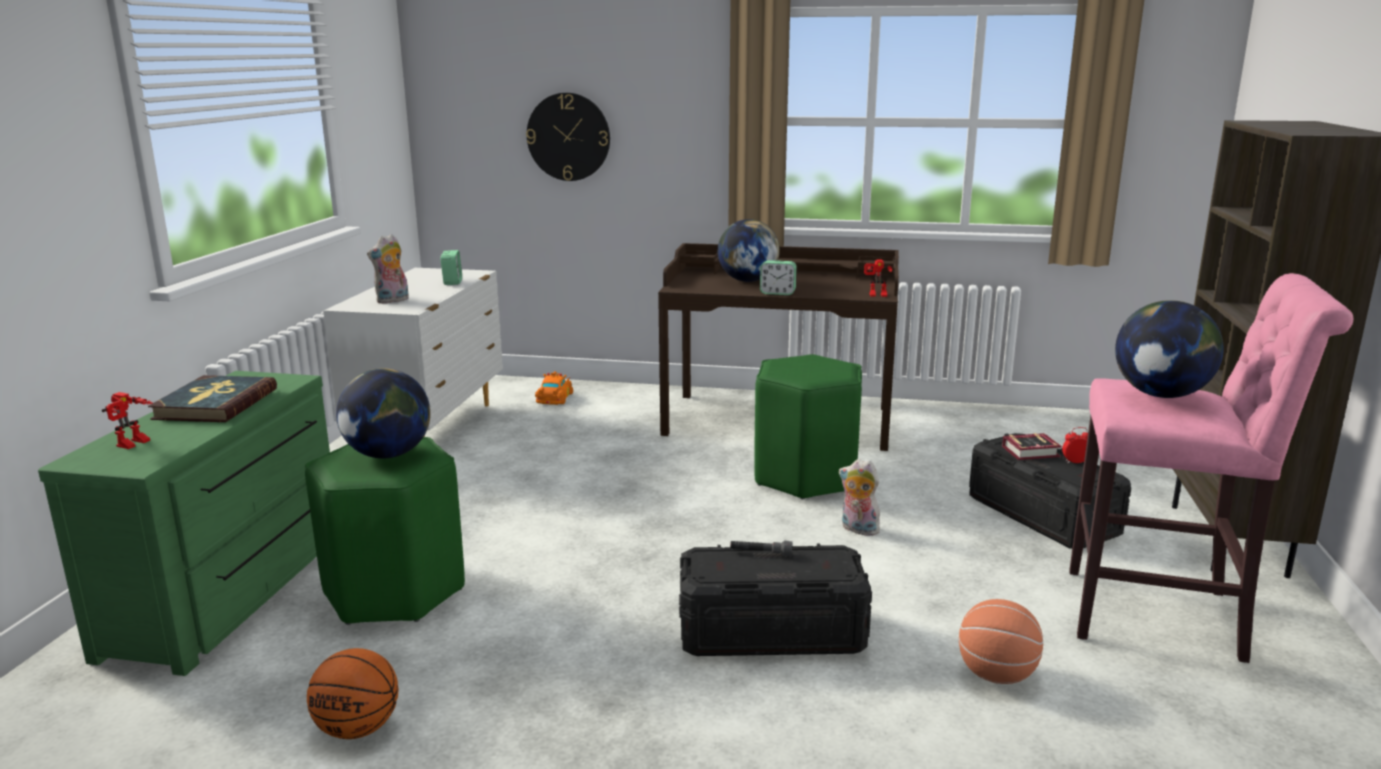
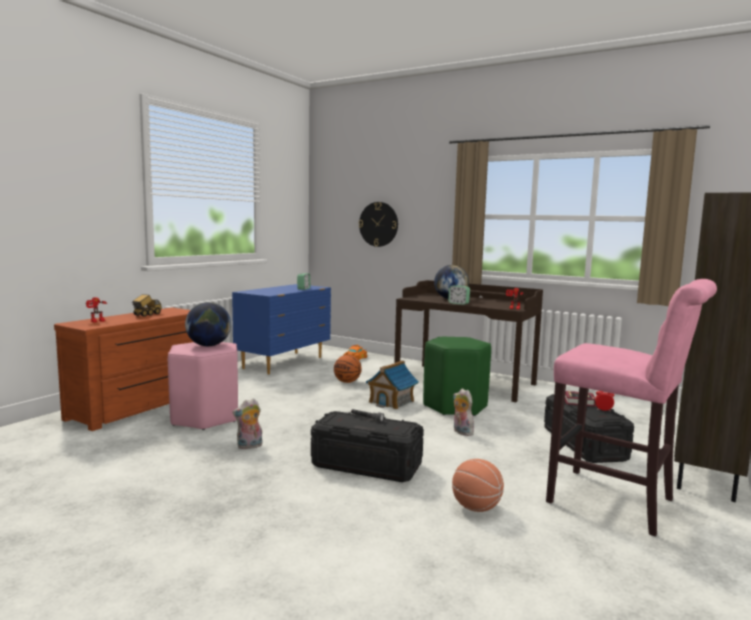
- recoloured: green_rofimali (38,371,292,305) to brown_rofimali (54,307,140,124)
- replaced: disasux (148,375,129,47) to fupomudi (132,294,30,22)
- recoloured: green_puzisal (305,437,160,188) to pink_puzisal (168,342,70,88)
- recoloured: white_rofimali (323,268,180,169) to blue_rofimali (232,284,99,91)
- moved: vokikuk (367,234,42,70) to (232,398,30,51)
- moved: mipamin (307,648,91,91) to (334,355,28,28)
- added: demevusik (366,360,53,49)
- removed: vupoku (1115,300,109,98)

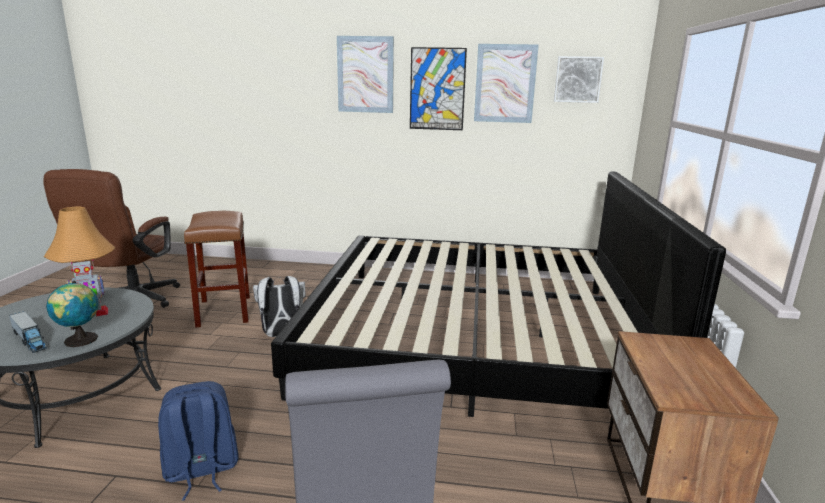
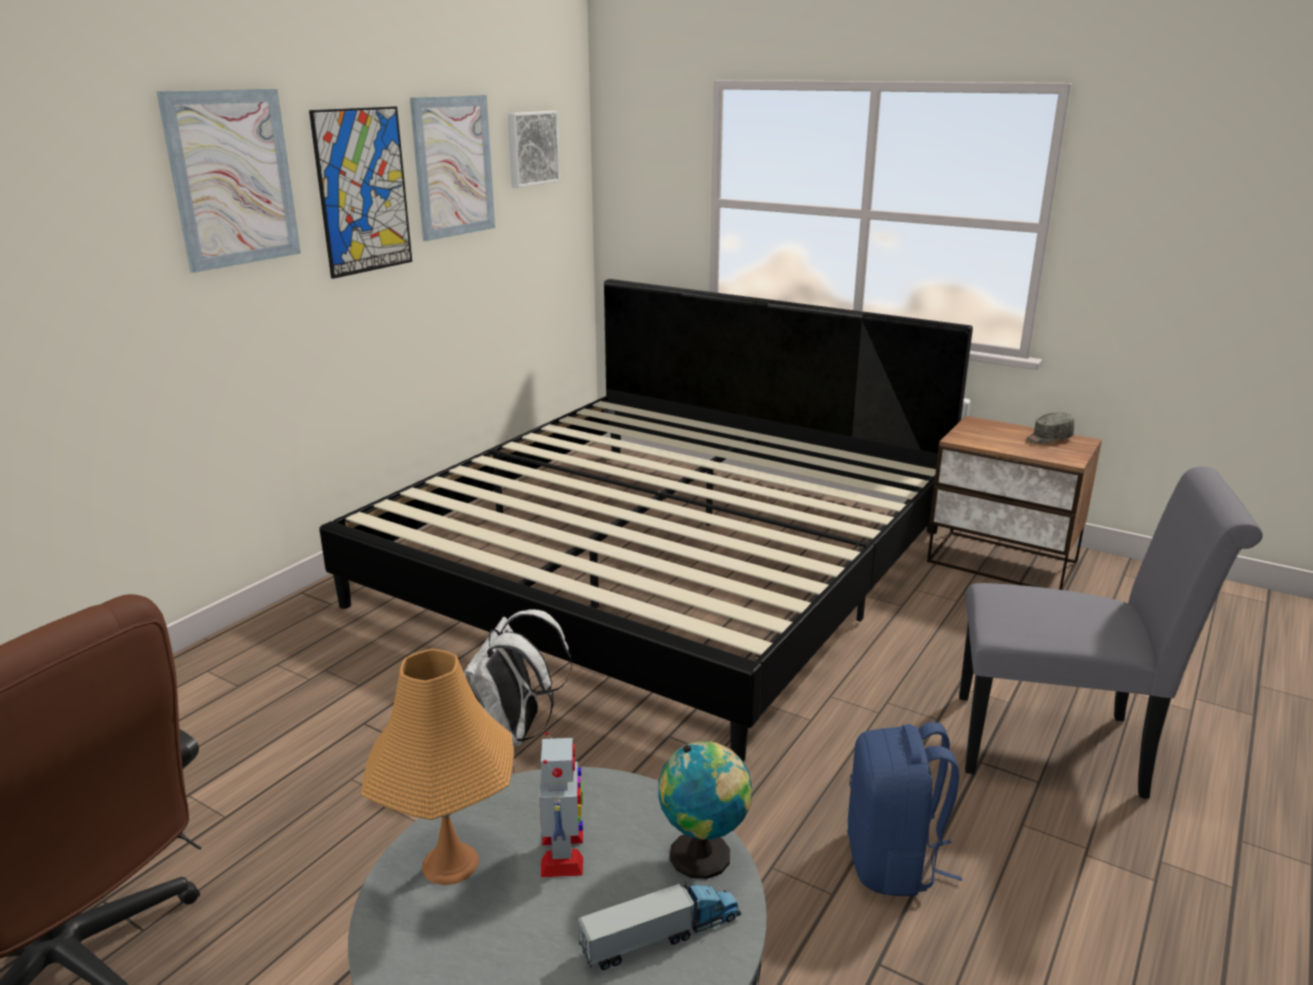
- added: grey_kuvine (1027,412,47,32)
- removed: brown_puzisal (184,211,66,117)

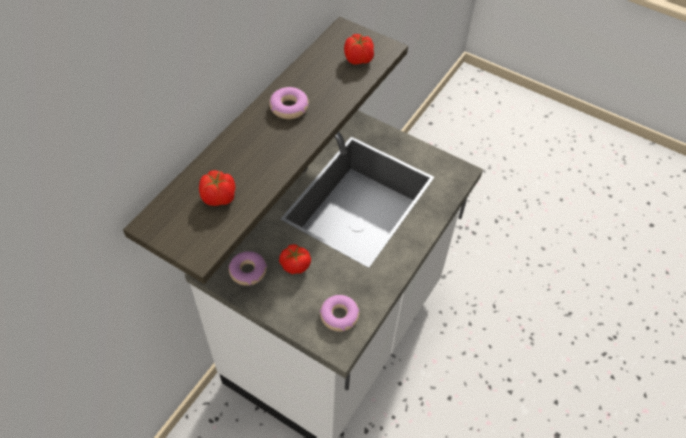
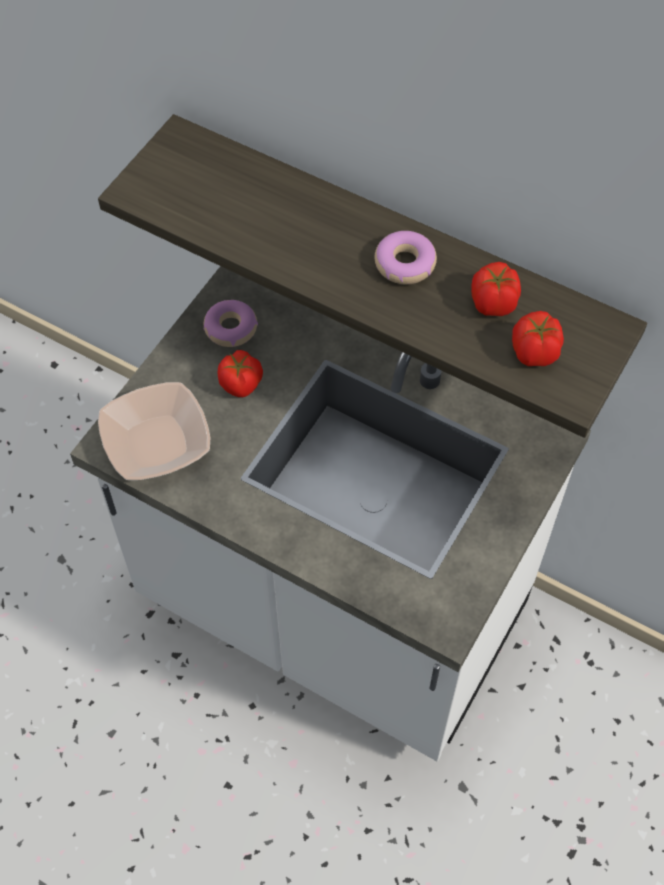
- replaced: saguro (320,295,40,37) to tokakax (98,382,112,98)
- moved: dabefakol (199,170,37,36) to (471,262,50,54)

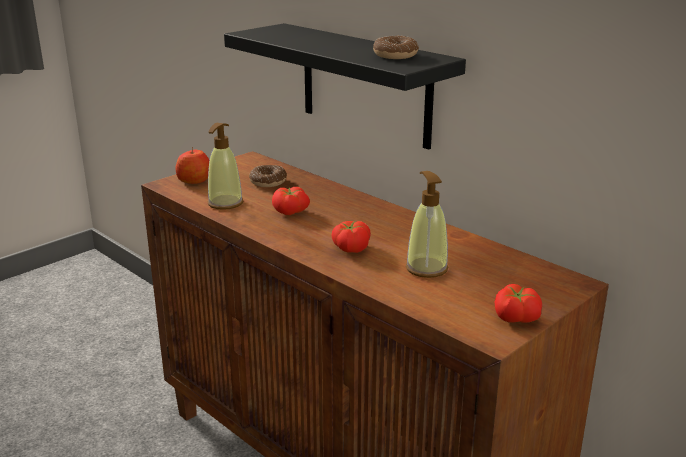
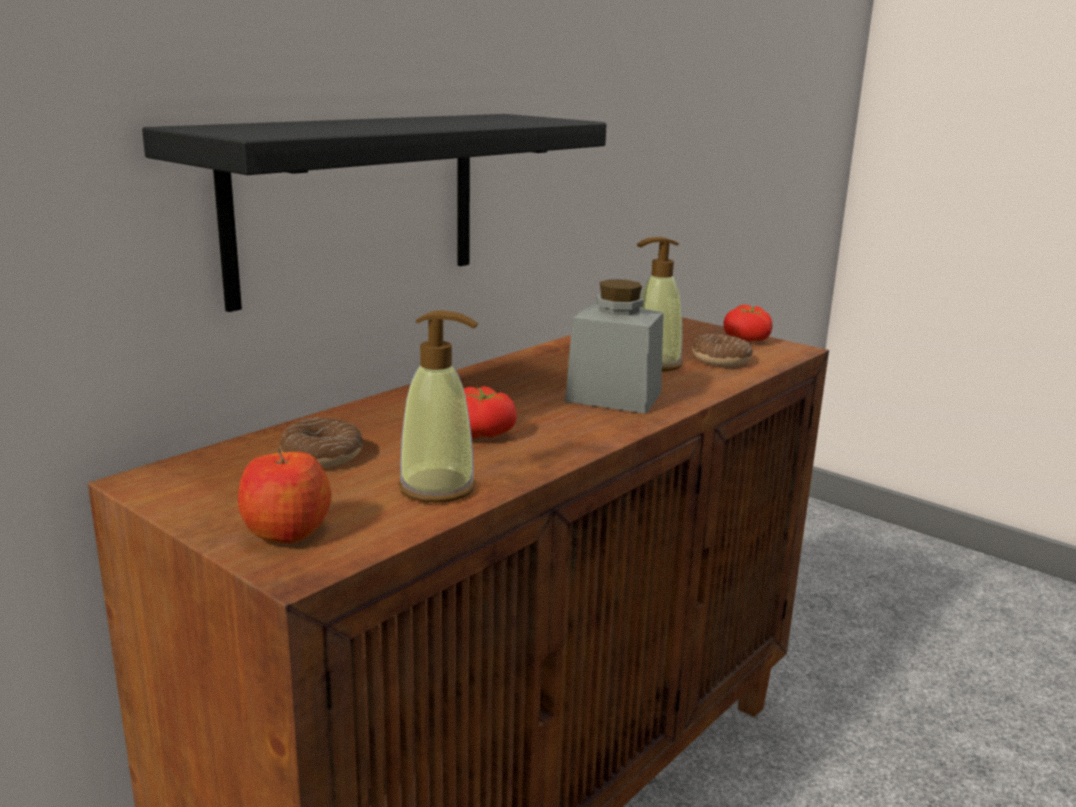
- replaced: dabefakol (332,221,39,32) to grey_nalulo (565,279,99,135)
- moved: saguro (373,36,46,23) to (692,334,61,32)

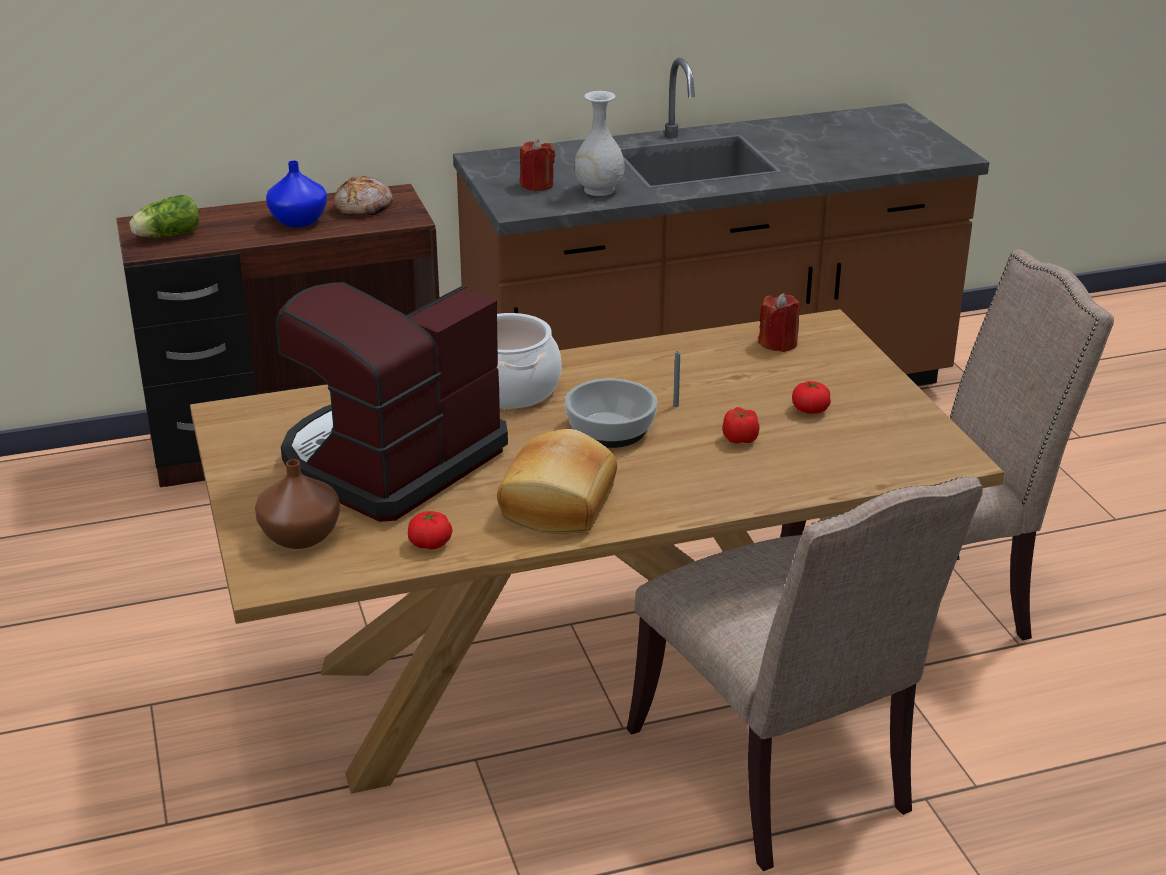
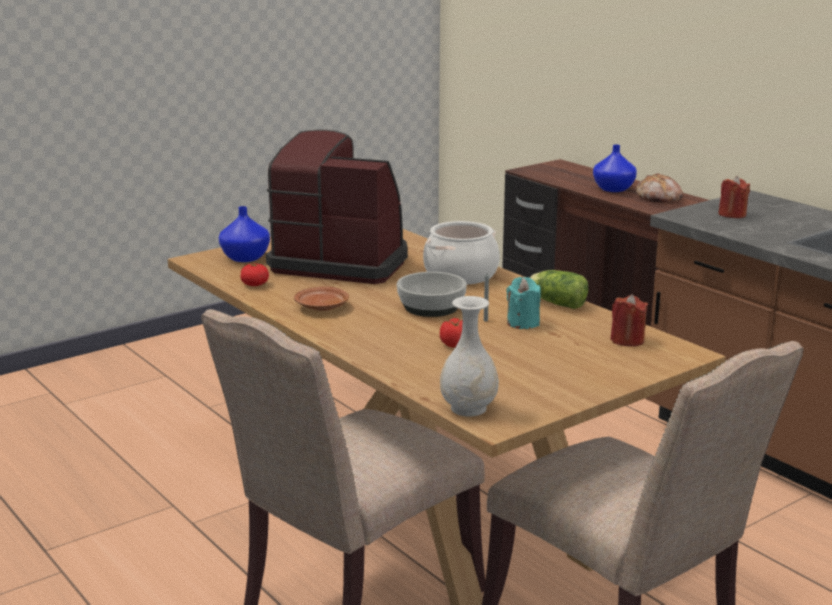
- recoloured: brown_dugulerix (255,459,85,90) to blue_dugulerix (219,206,51,56)
- replaced: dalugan (497,429,120,105) to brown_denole (294,287,55,24)
- moved: white_dugulerix (574,91,51,105) to (440,296,59,121)
- added: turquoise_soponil (506,277,35,52)
- moved: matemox (129,195,70,43) to (529,270,59,39)
- removed: dabefakol (792,381,39,33)

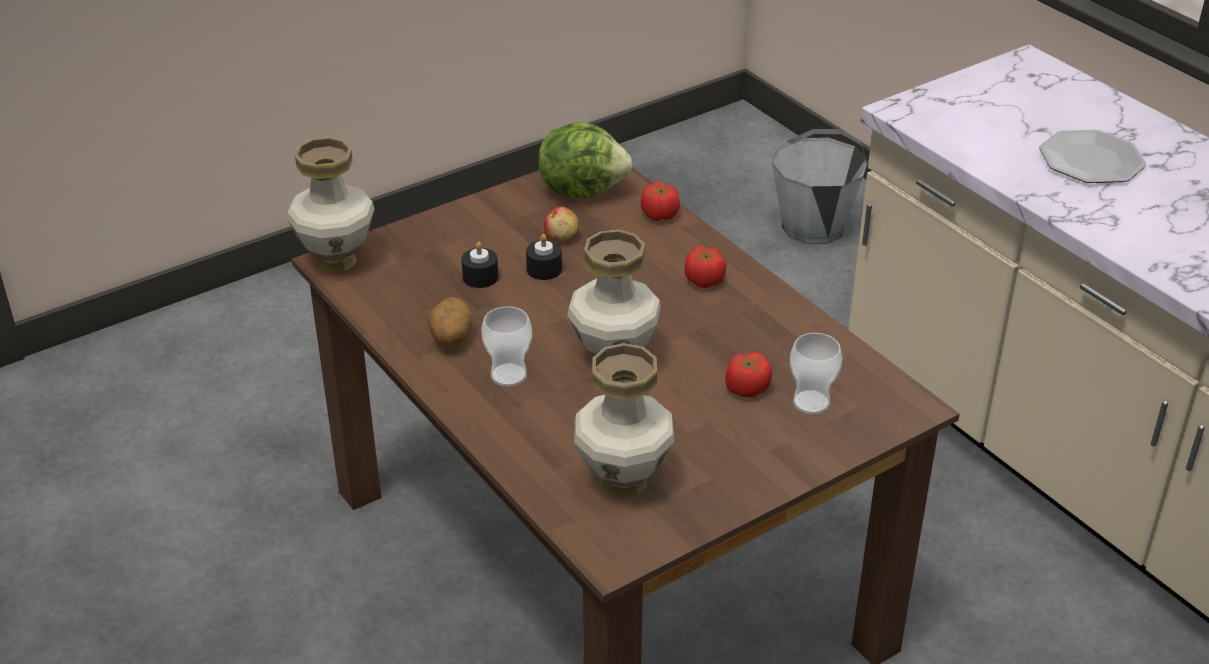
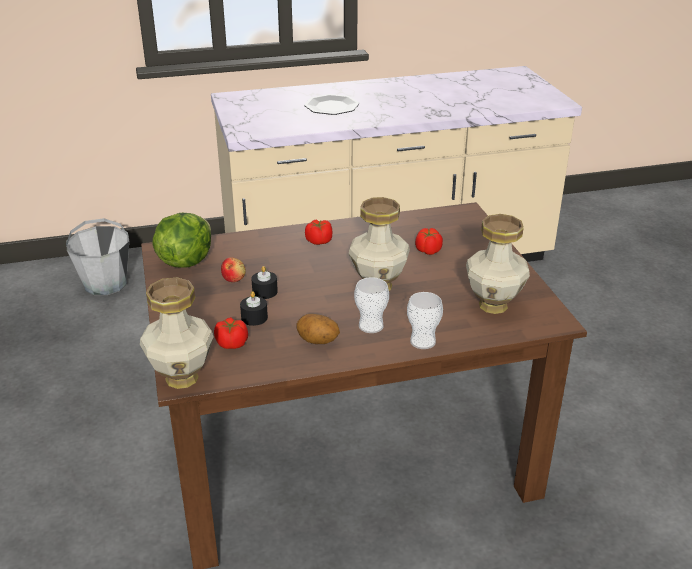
- moved: dabefakol (641,181,39,40) to (214,317,34,32)
- moved: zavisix (790,333,52,81) to (407,292,36,57)

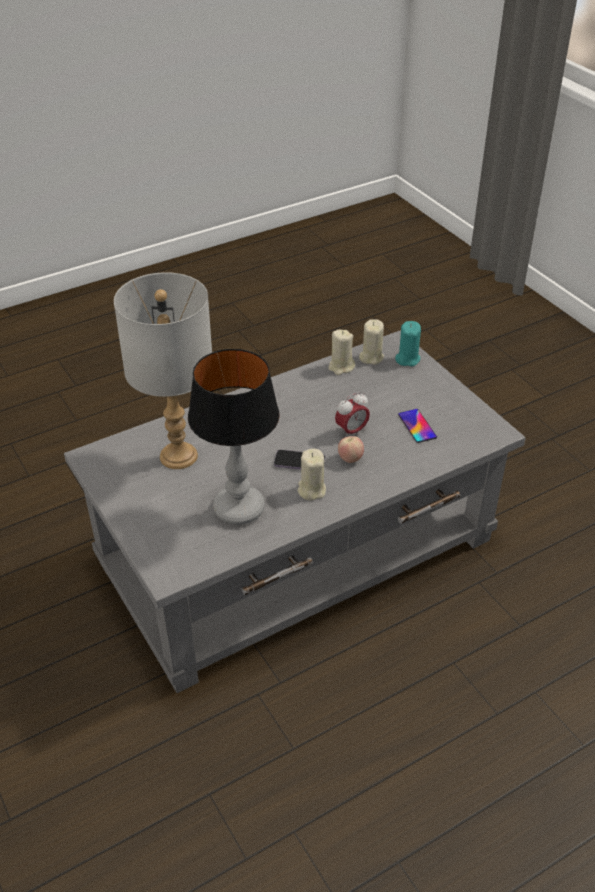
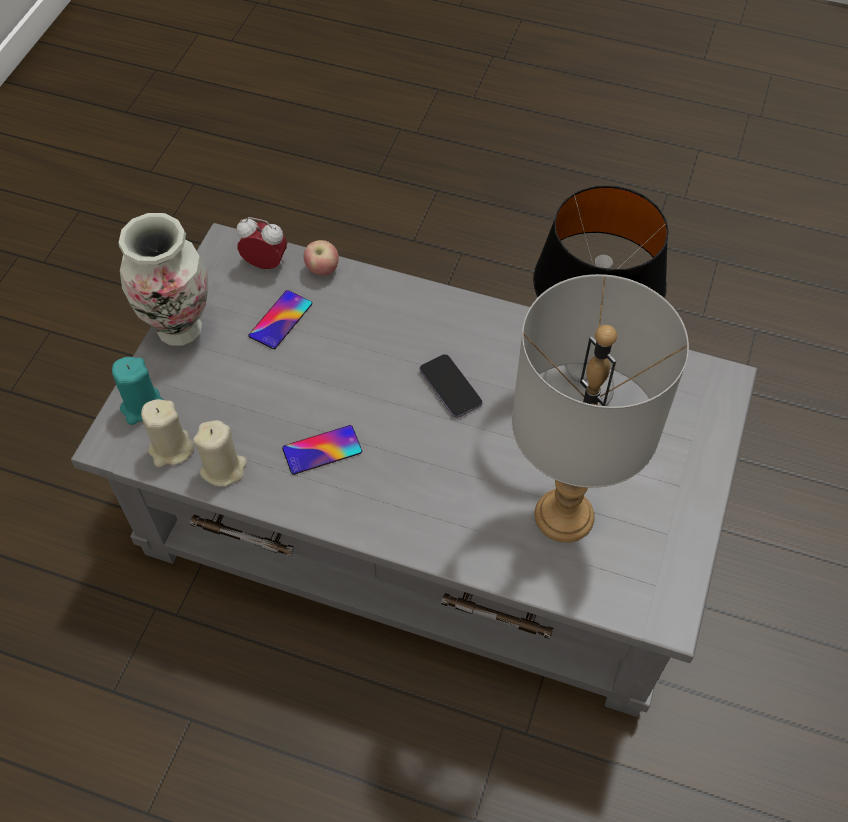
- added: dugulerix (119,213,89,133)
- moved: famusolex (335,392,35,45) to (237,217,50,52)
- added: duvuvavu (282,425,80,50)
- moved: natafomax (338,436,26,27) to (303,240,36,36)
- removed: beige_soponil (298,449,28,51)

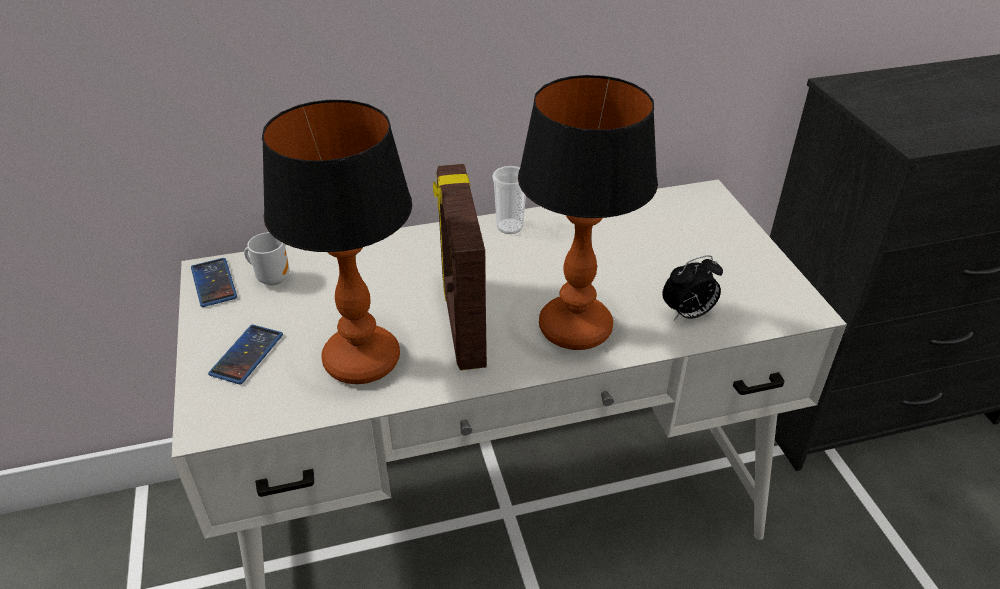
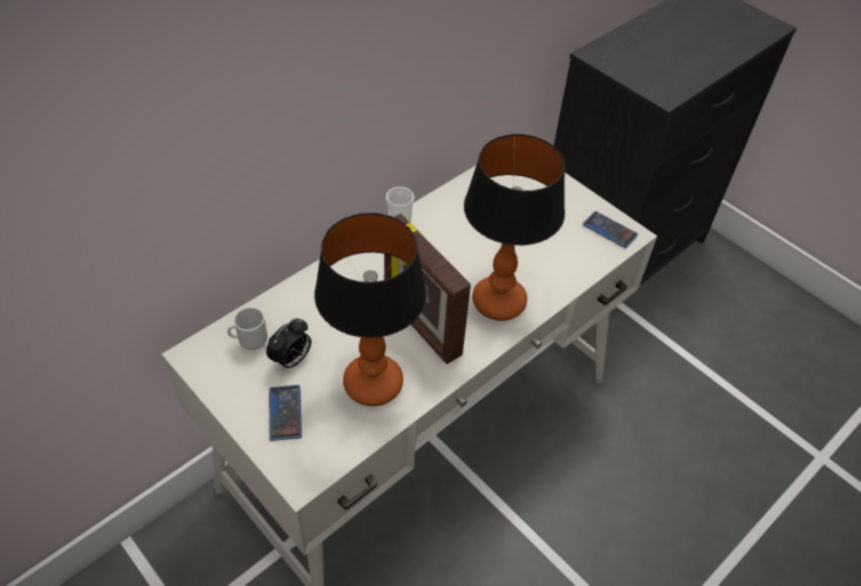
- moved: famusolex (662,255,61,65) to (266,319,45,52)
- moved: duvuvavu (191,258,46,49) to (583,211,55,37)

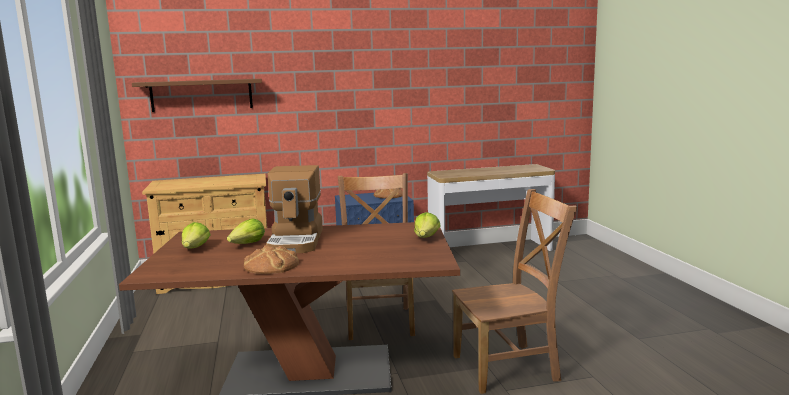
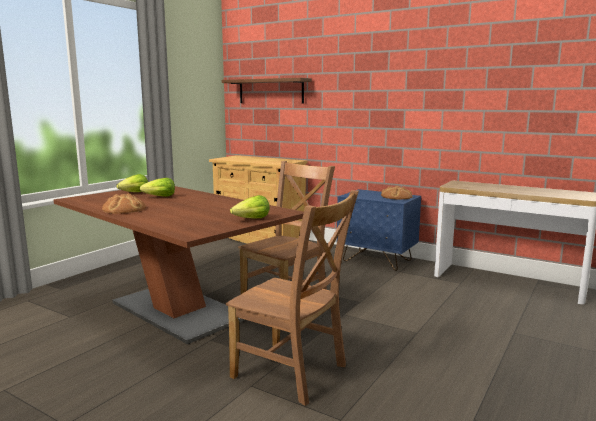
- removed: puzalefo (266,165,57,88)

